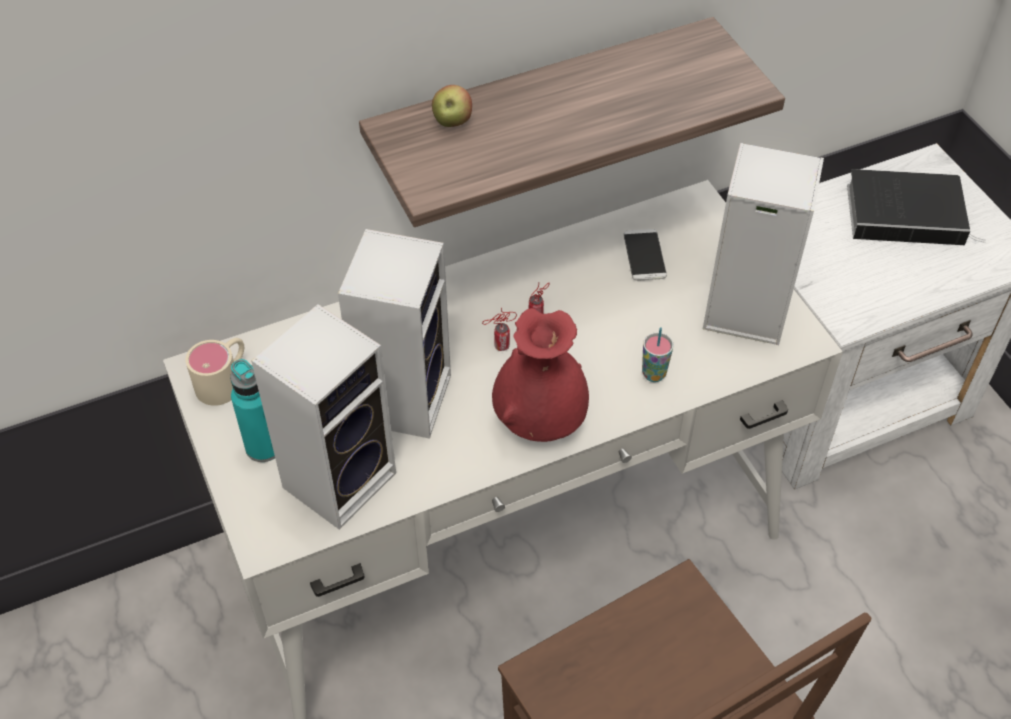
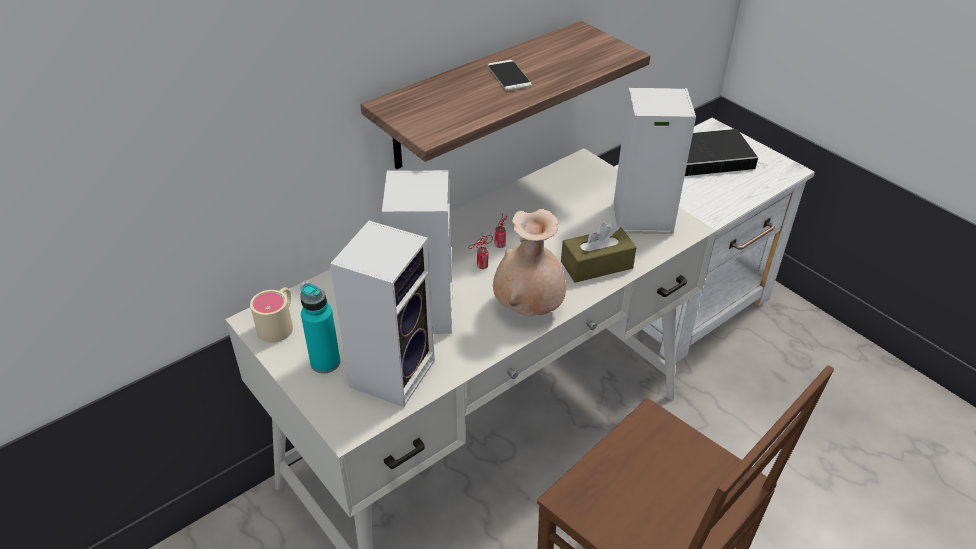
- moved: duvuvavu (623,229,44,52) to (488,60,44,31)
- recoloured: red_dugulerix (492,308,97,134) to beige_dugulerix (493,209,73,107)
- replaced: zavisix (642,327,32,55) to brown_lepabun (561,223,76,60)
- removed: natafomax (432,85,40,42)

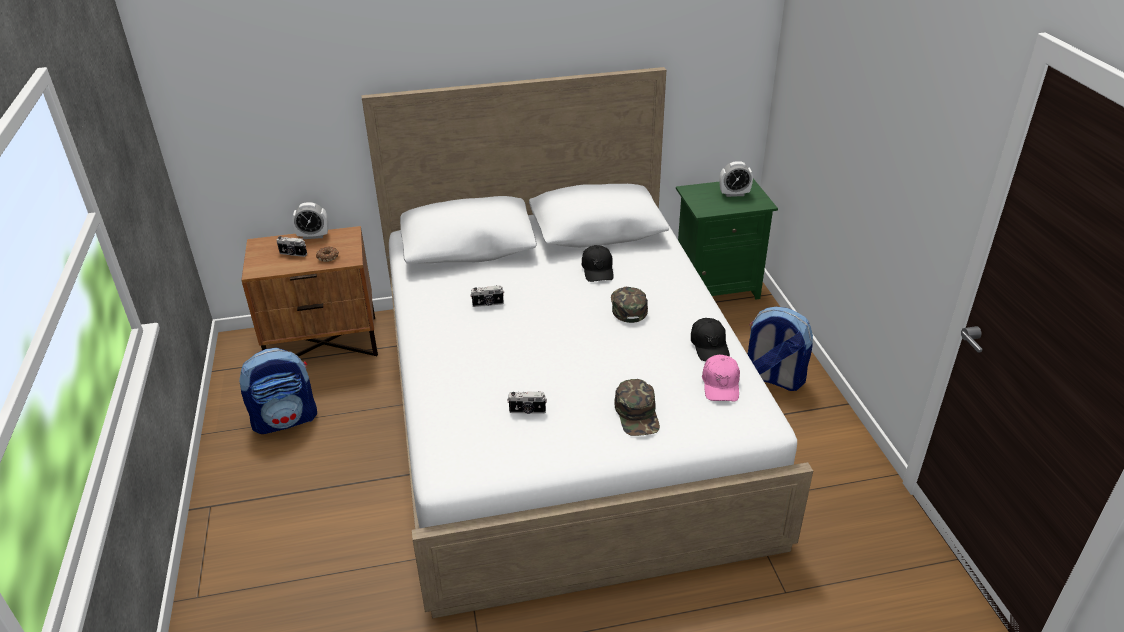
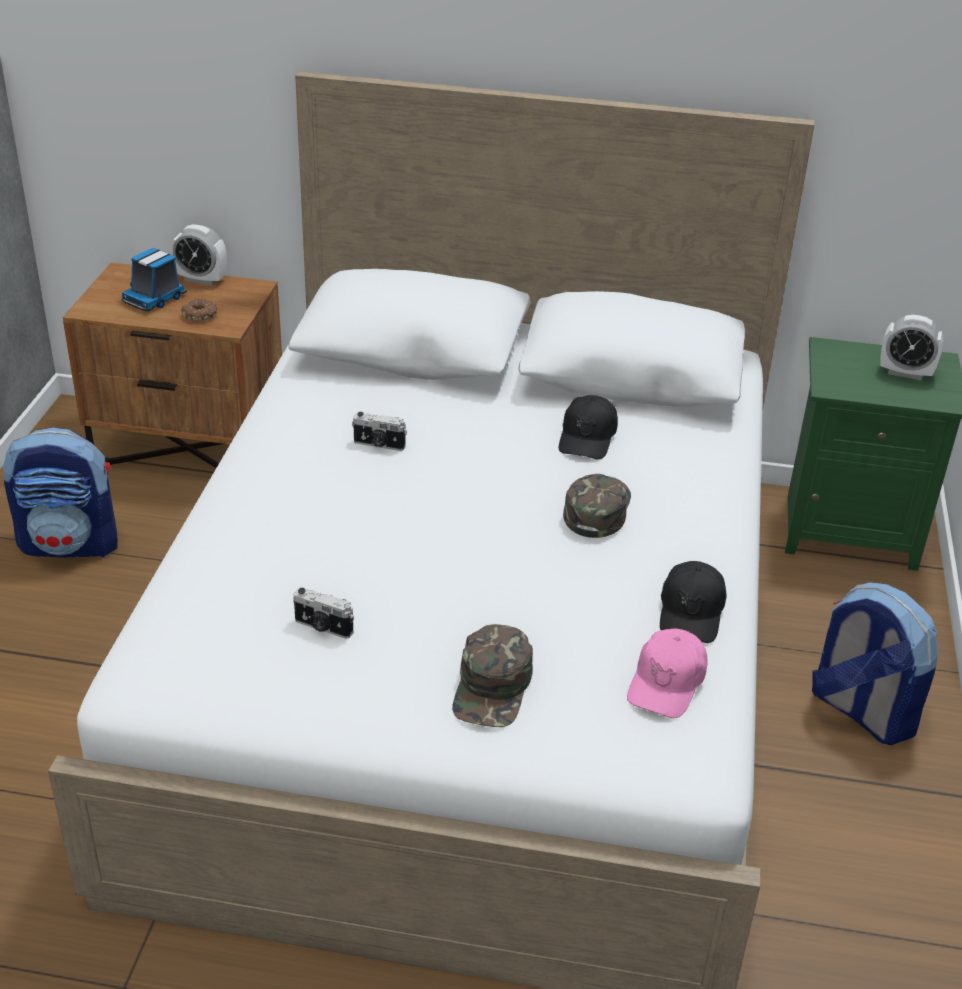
- replaced: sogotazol (276,236,31,21) to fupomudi (122,248,65,63)

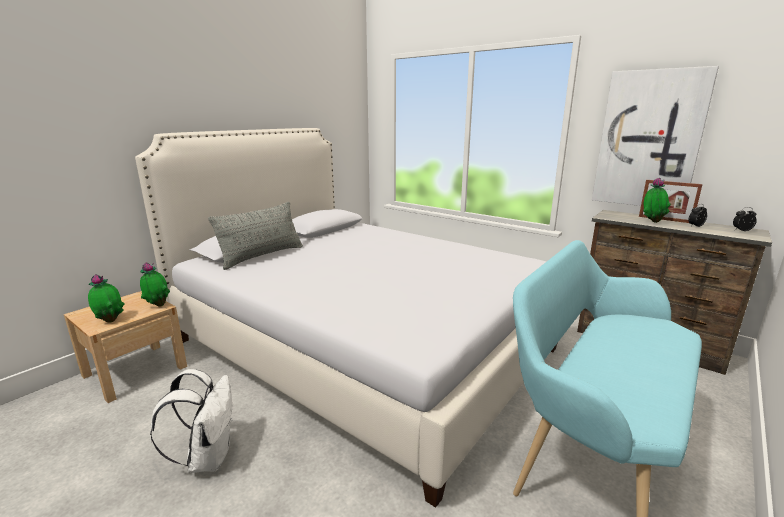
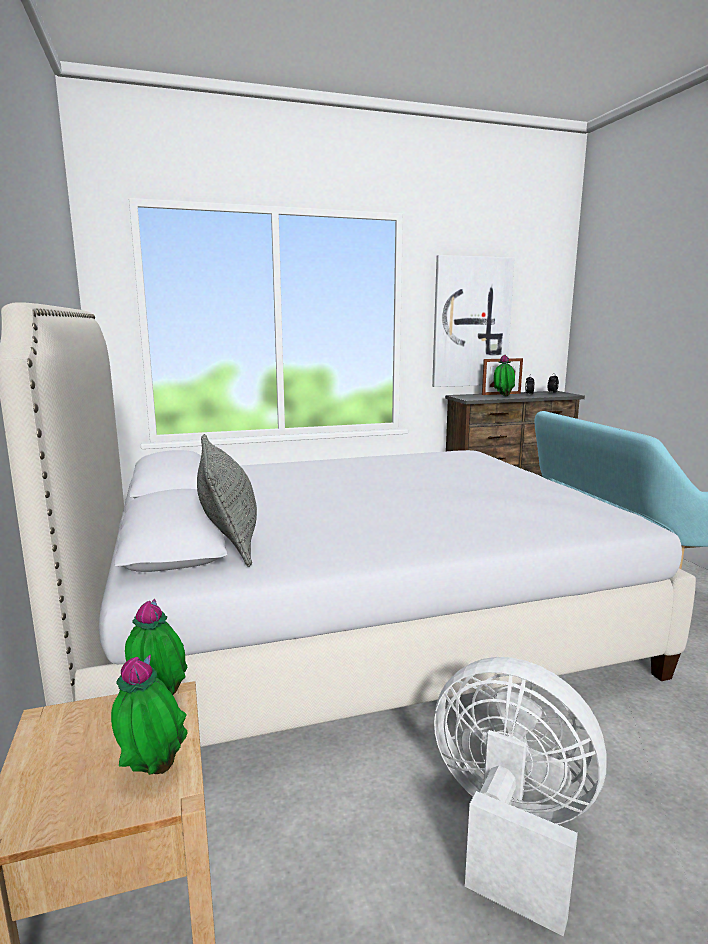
- replaced: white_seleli (150,369,83,104) to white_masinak (434,657,173,279)

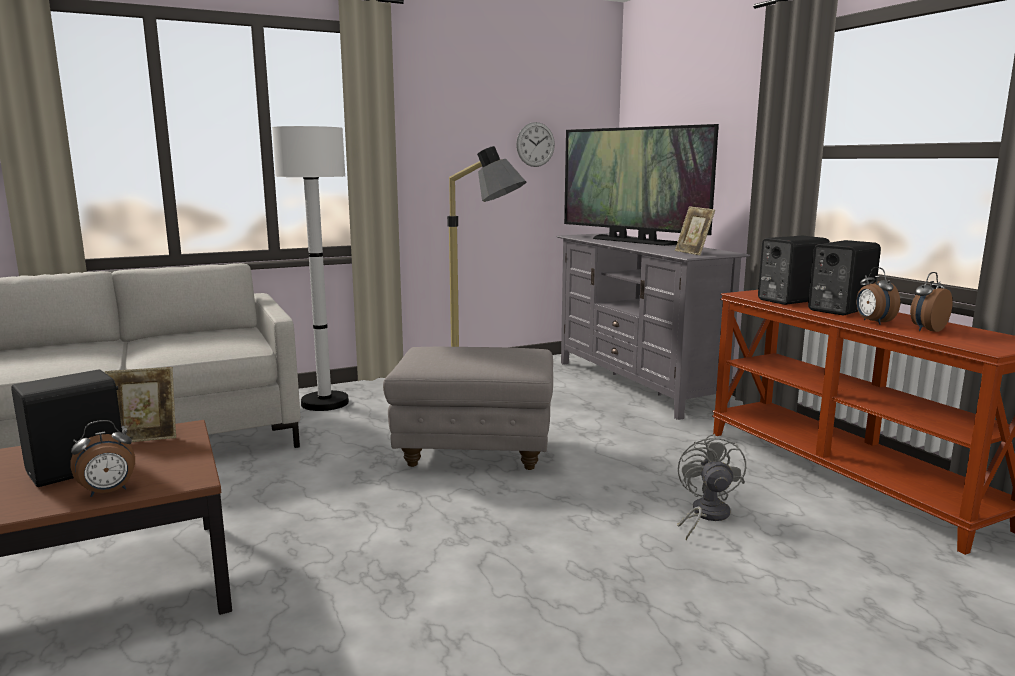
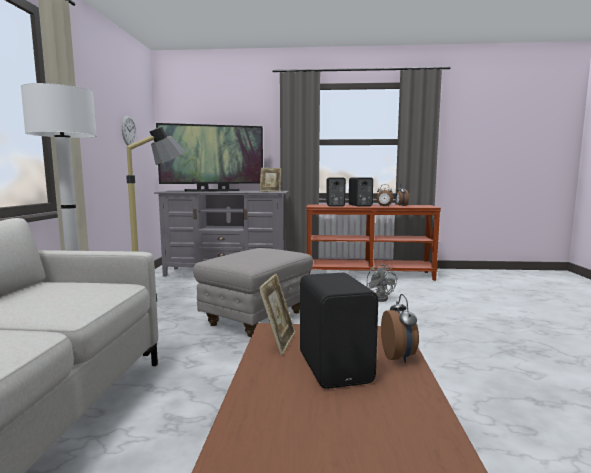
- turned: grey_masinak (677,434,69,107) = (366,264,31,38) 135 degrees counterclockwise

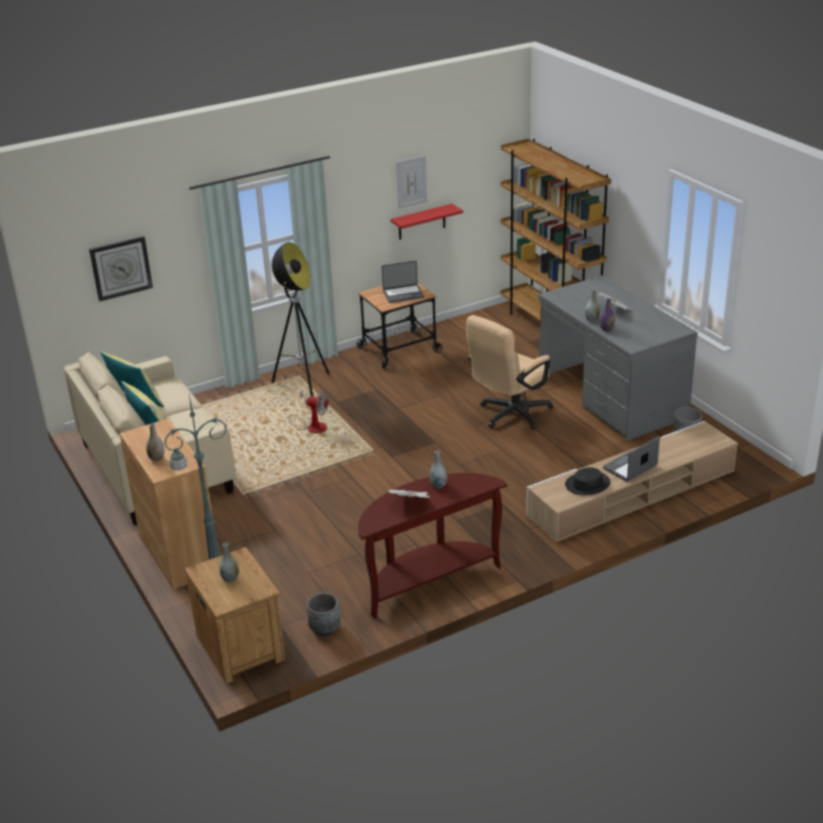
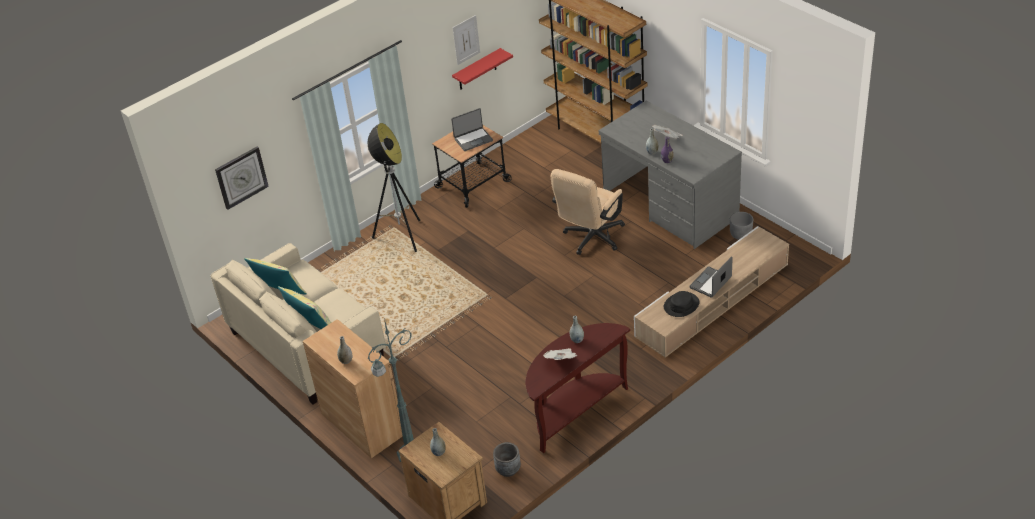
- removed: masinak (300,391,29,42)

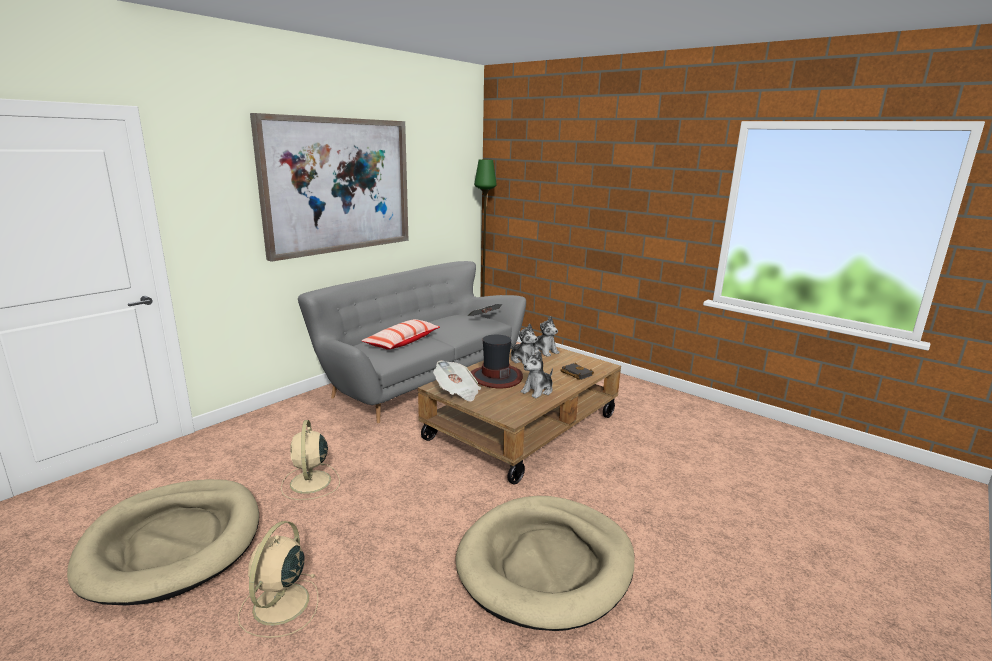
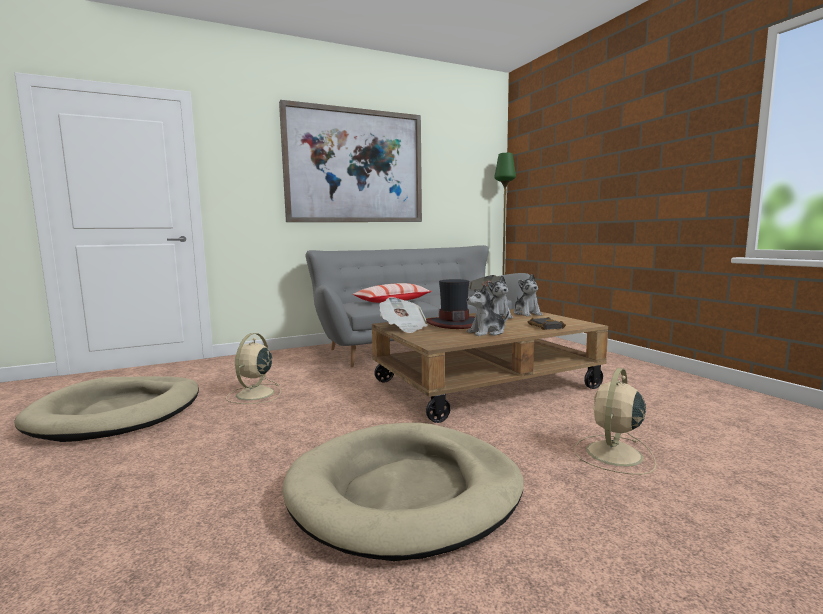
- moved: beige_masinak (238,521,80,117) to (575,368,81,107)

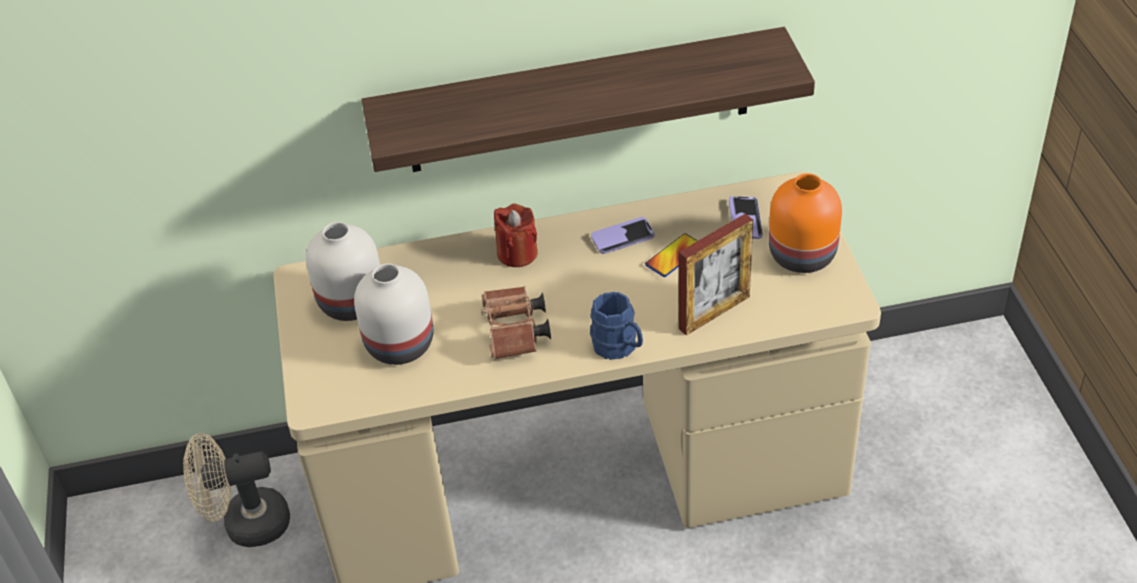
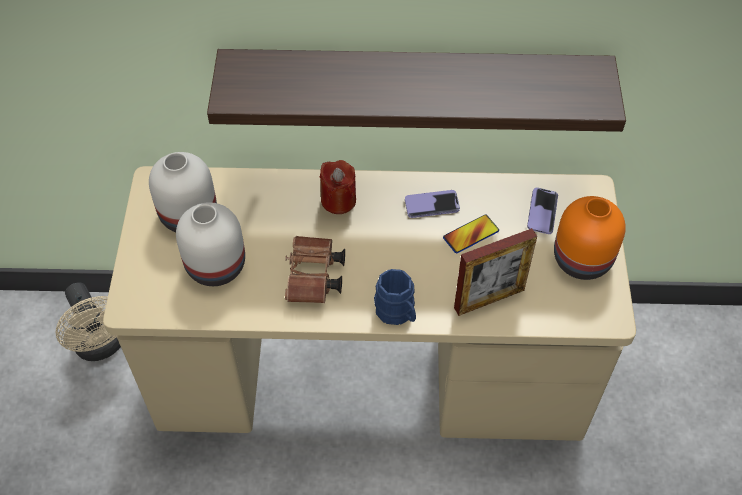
- turned: beige_masinak (183,433,107,114) = (56,282,65,79) 120 degrees counterclockwise

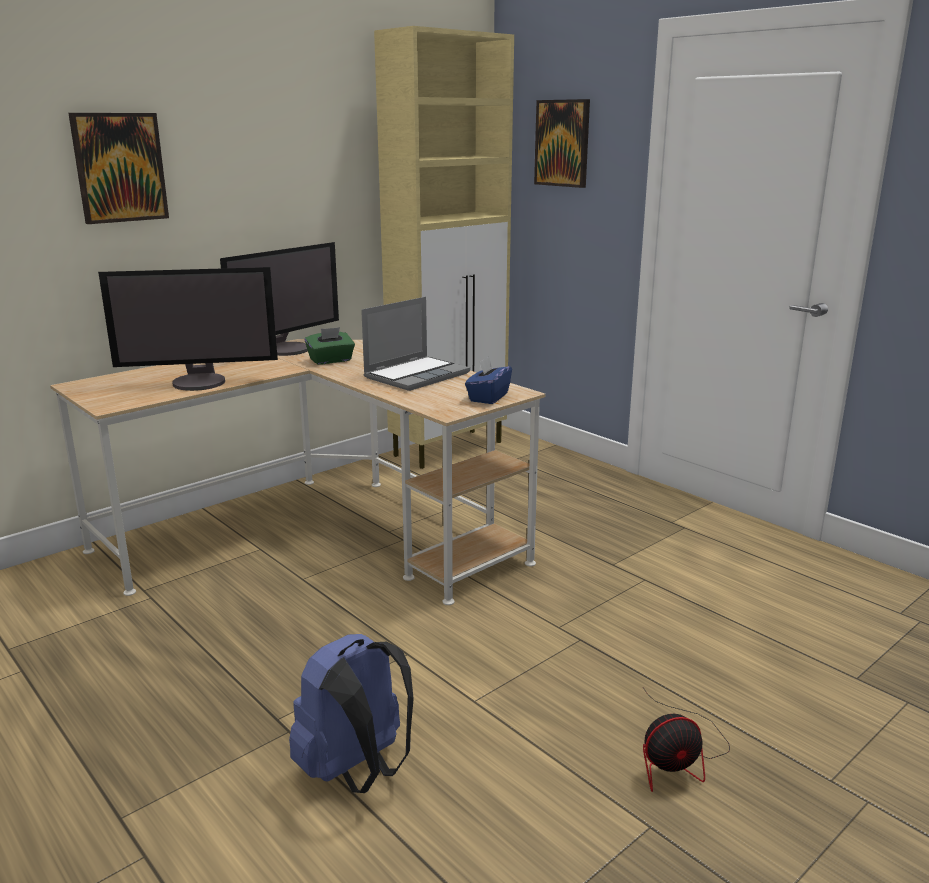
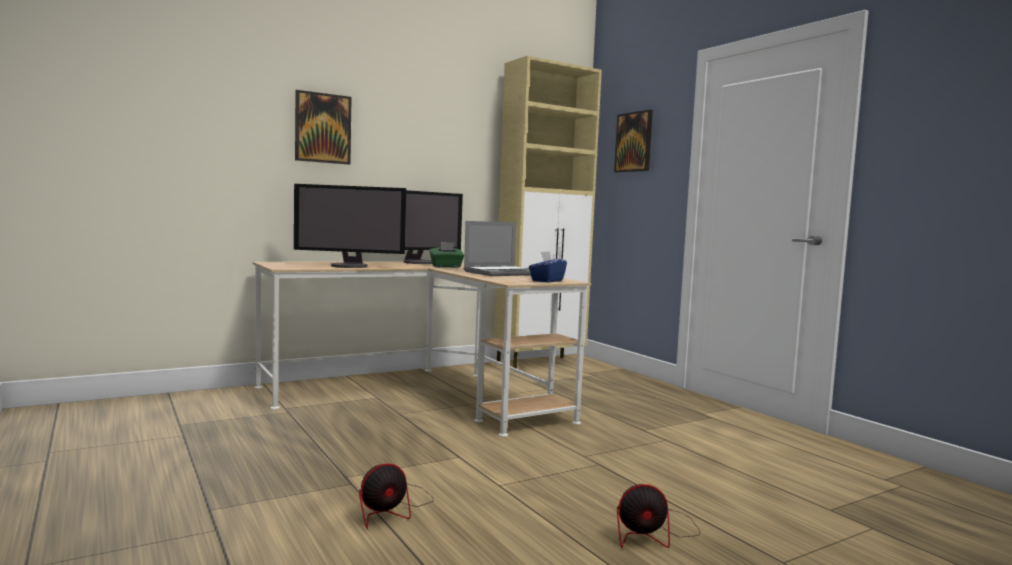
- replaced: blue_seleli (289,634,125,159) to masinak (359,463,74,66)

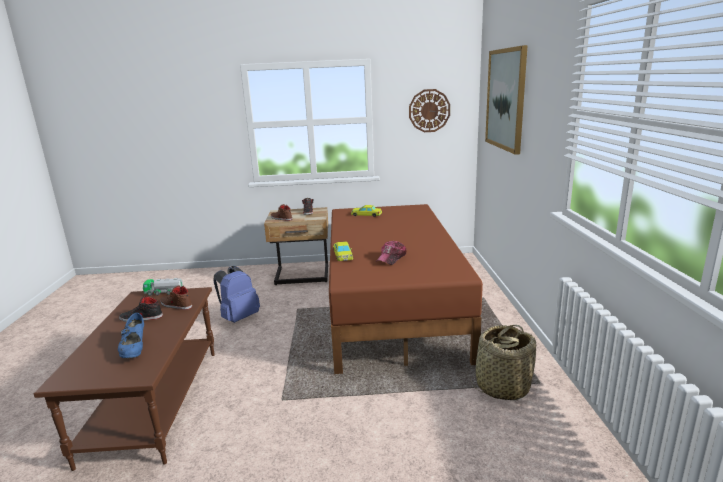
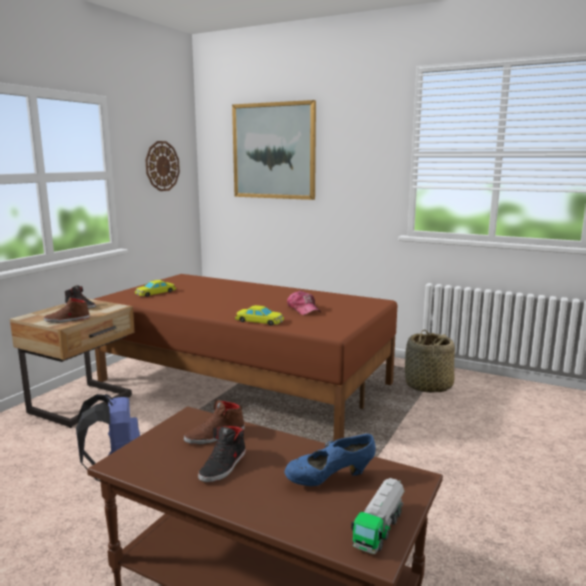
- turned: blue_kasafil (118,313,26,45) = (285,434,91,52) 150 degrees clockwise
- moved: fupomudi (143,278,40,18) to (351,478,53,76)

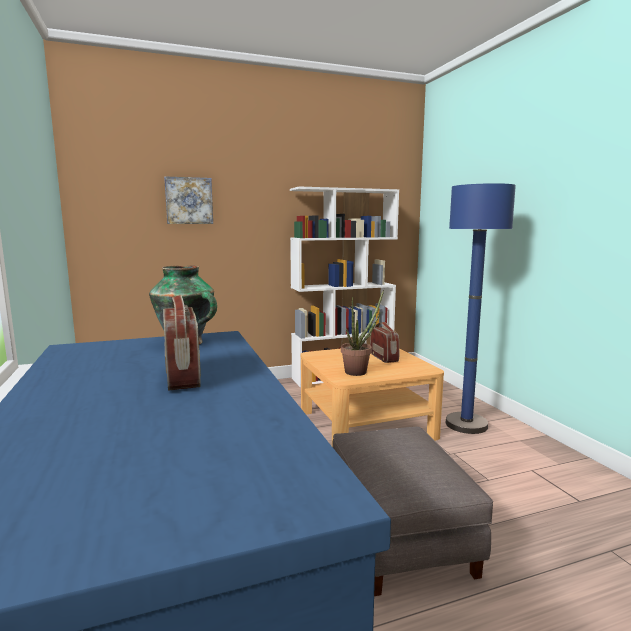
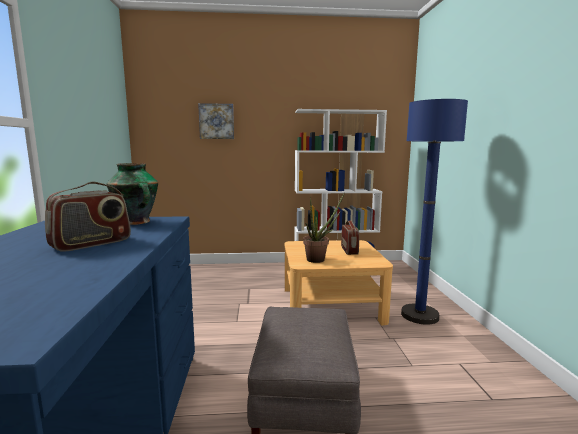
- turned: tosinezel (163,295,38,96) = (45,182,86,70) 45 degrees clockwise

